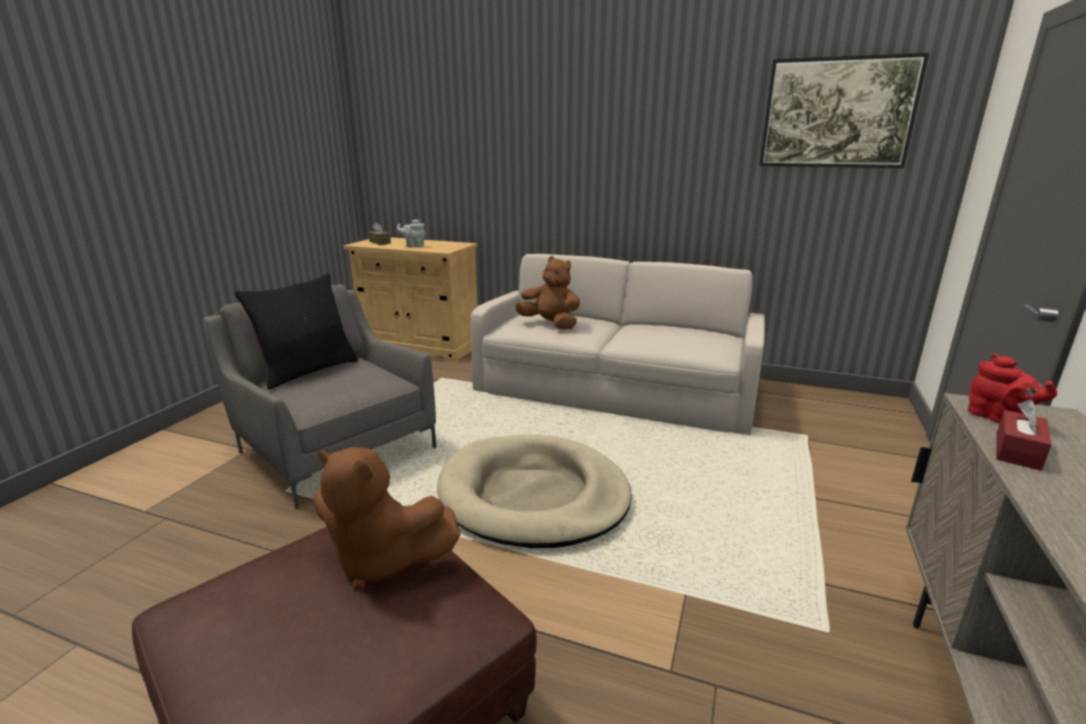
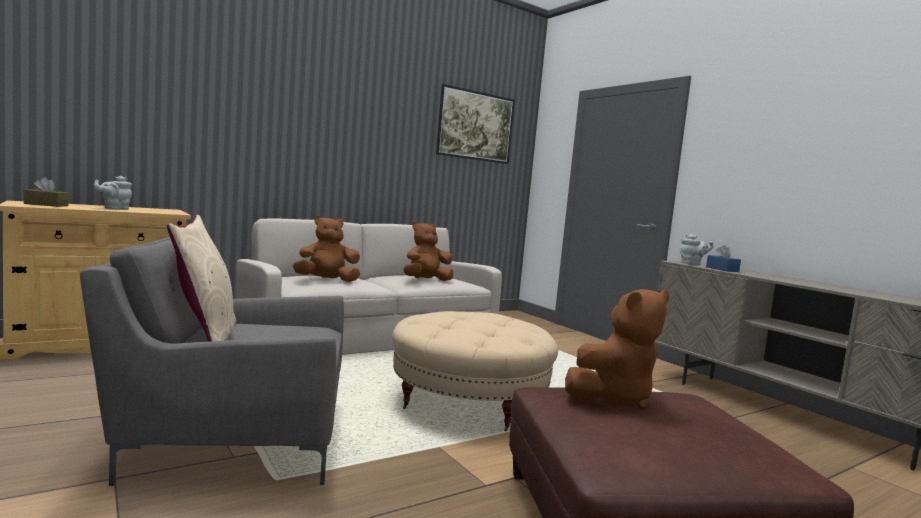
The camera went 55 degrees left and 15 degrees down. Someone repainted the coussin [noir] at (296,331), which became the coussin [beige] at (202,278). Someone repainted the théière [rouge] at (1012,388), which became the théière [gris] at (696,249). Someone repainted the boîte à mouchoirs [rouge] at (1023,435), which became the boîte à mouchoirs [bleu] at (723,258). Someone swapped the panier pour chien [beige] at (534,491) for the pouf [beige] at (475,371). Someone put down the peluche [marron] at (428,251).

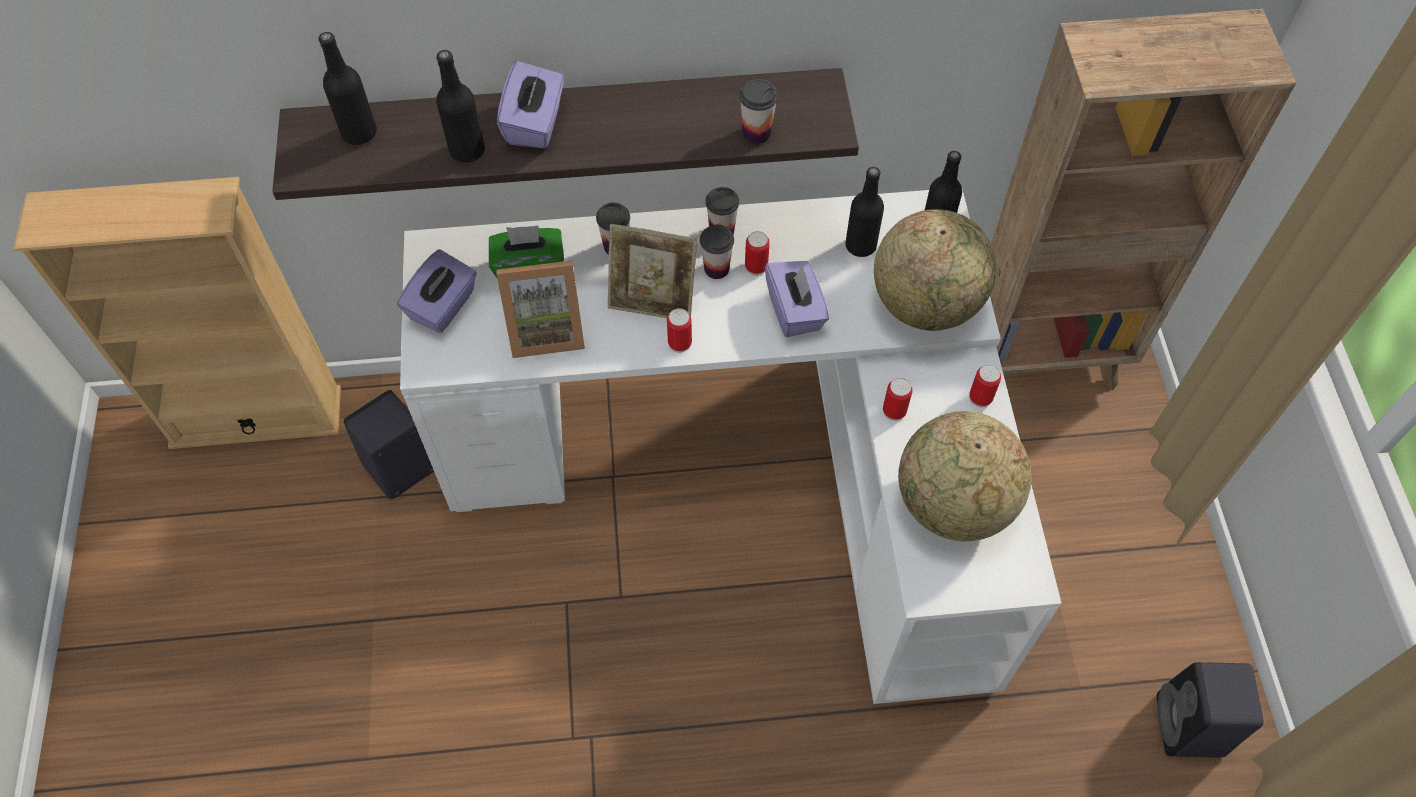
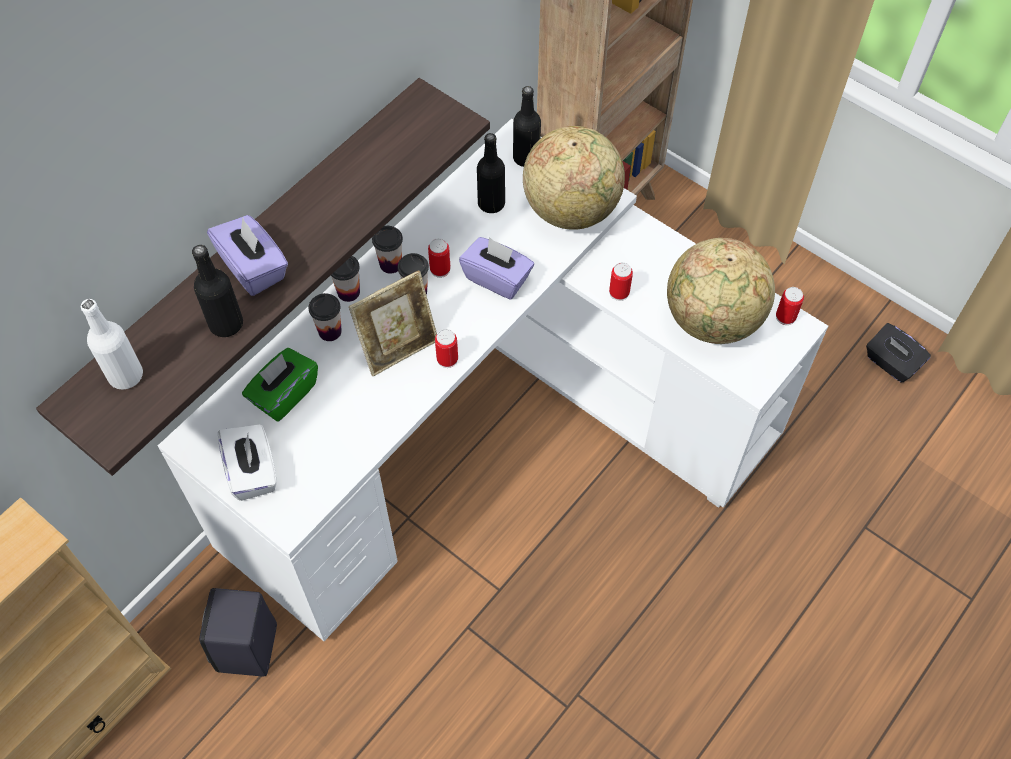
The camera went 45 degrees left and 0 degrees up. Someone repainted the bouteille [noir] at (348,88), which became the bouteille [blanc] at (112,344). Someone carried the tasse from (758,111) to (345,279). Someone repainted the boîte à mouchoirs [violet] at (437,291), which became the boîte à mouchoirs [blanc] at (247,462). Someone took away the cadre photo at (540,309). Someone carried the boîte métallique from (985,385) to (790,306). Someone swapped the enceinte [noir] at (1210,710) for the boîte à mouchoirs [noir] at (898,353).

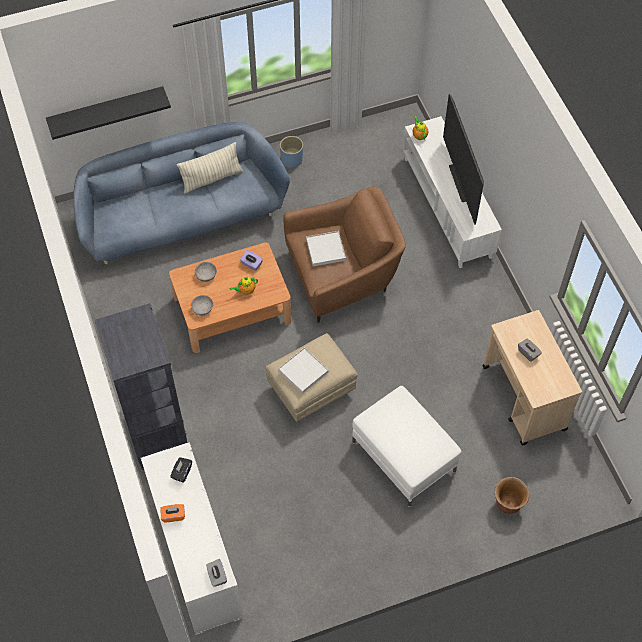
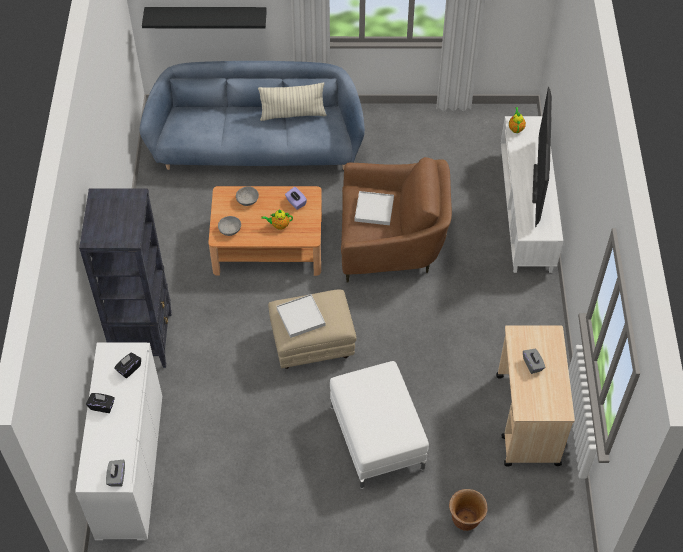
The camera went 20 degrees right and 5 degrees down. Someone took away the cache-pot [bleu] at (291,152). Someone repainted the boîte à mouchoirs [orange] at (172,513), which became the boîte à mouchoirs [noir] at (100,403).

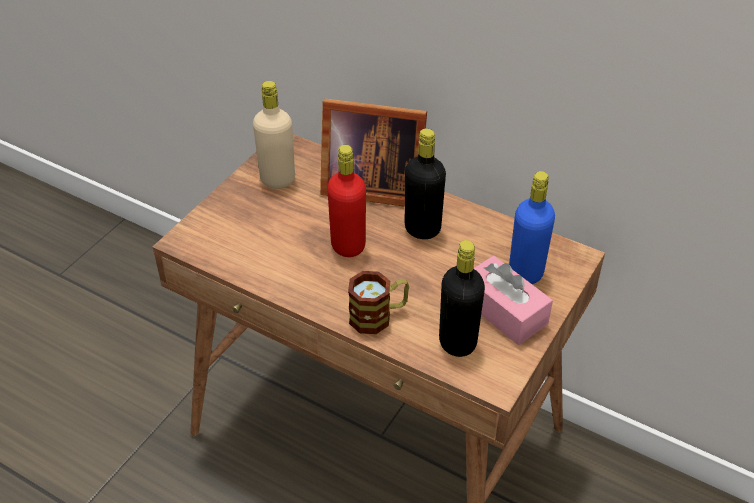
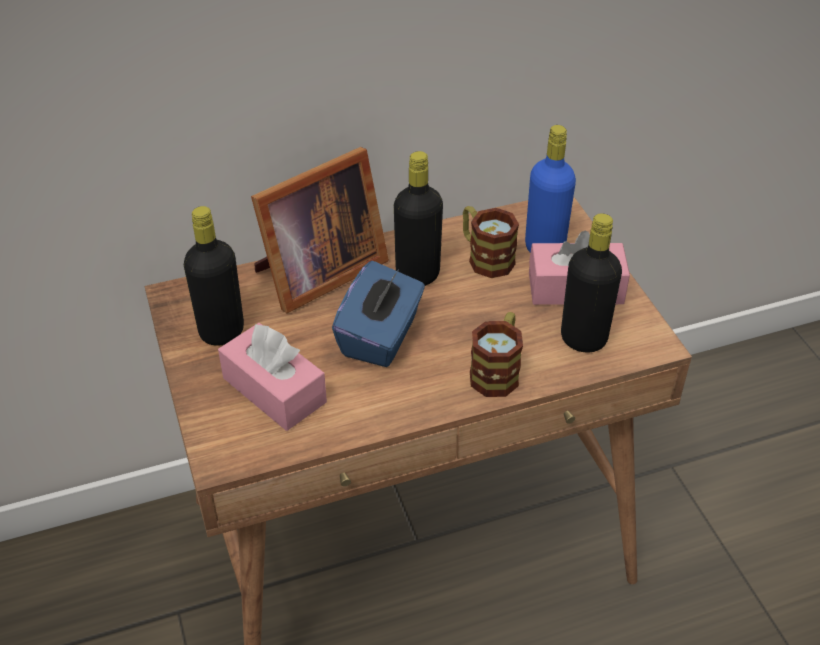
The camera went 50 degrees left and 0 degrees up. Someone repainted the bouteille [beige] at (274,135), which became the bouteille [noir] at (214,276). Someone swapped the bouteille [rouge] at (346,201) for the boîte à mouchoirs [bleu] at (378,314). Someone put down the mug at (491,242). Someone put down the boîte à mouchoirs [rose] at (272,377).

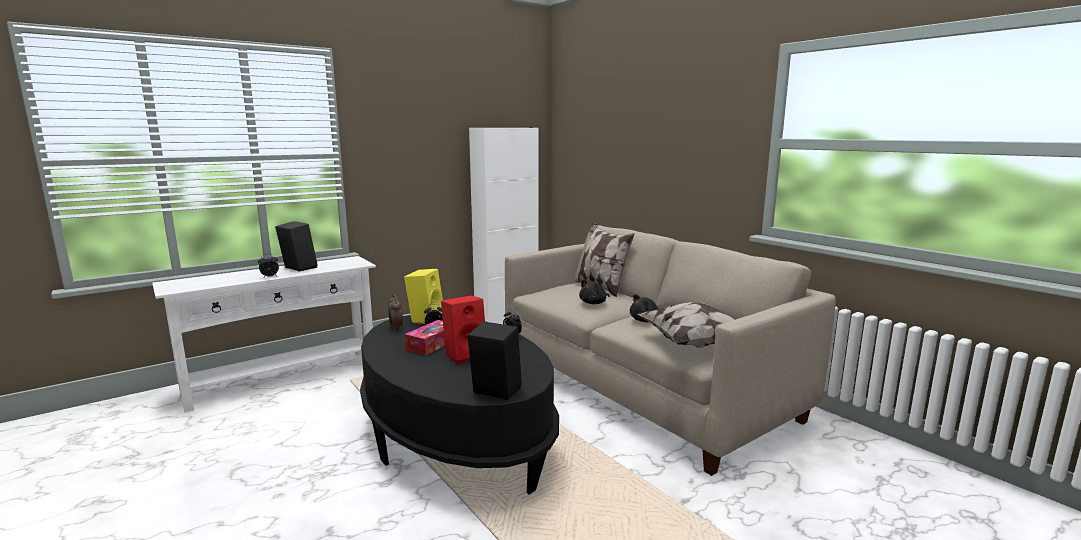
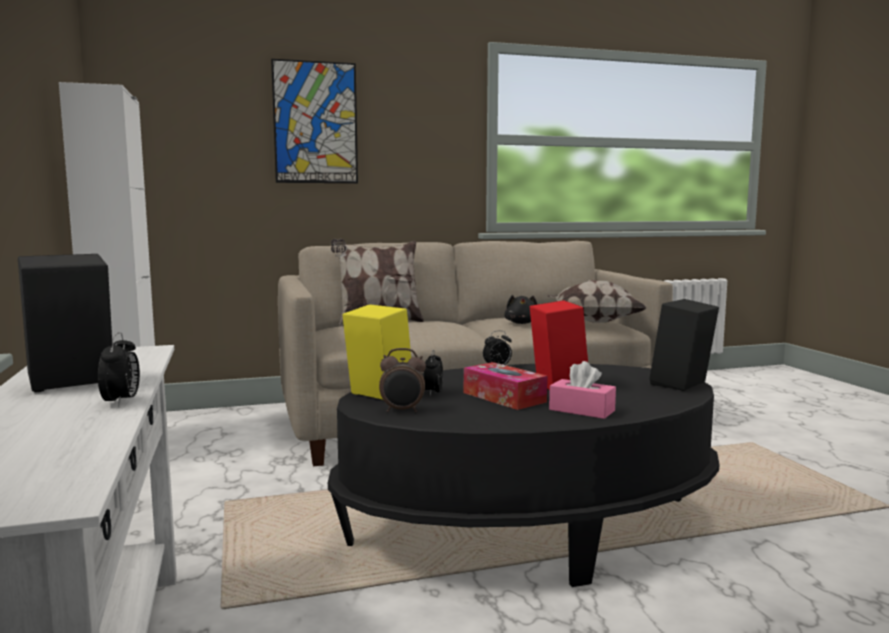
The camera went 70 degrees left and 5 degrees down. Someone took away the peluche [noir] at (594,292). Someone put up the tableau at (314,121). Someone put down the boîte à mouchoirs [rose] at (582,390).

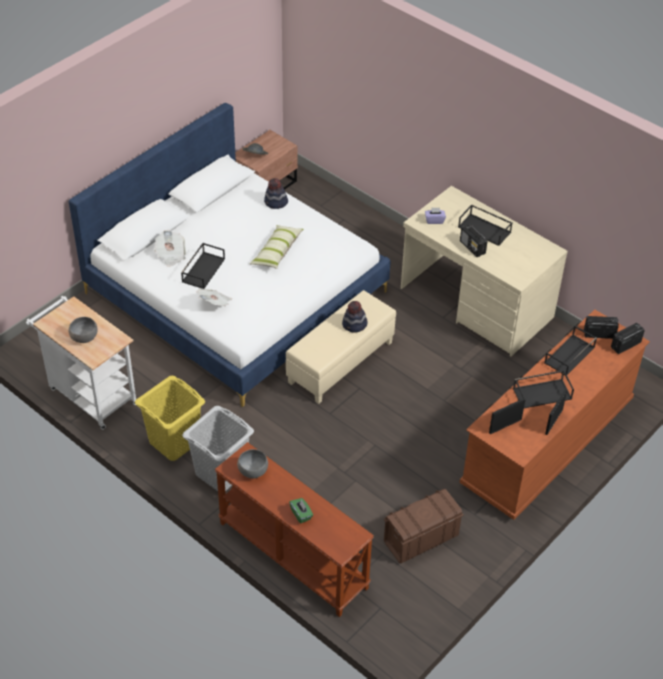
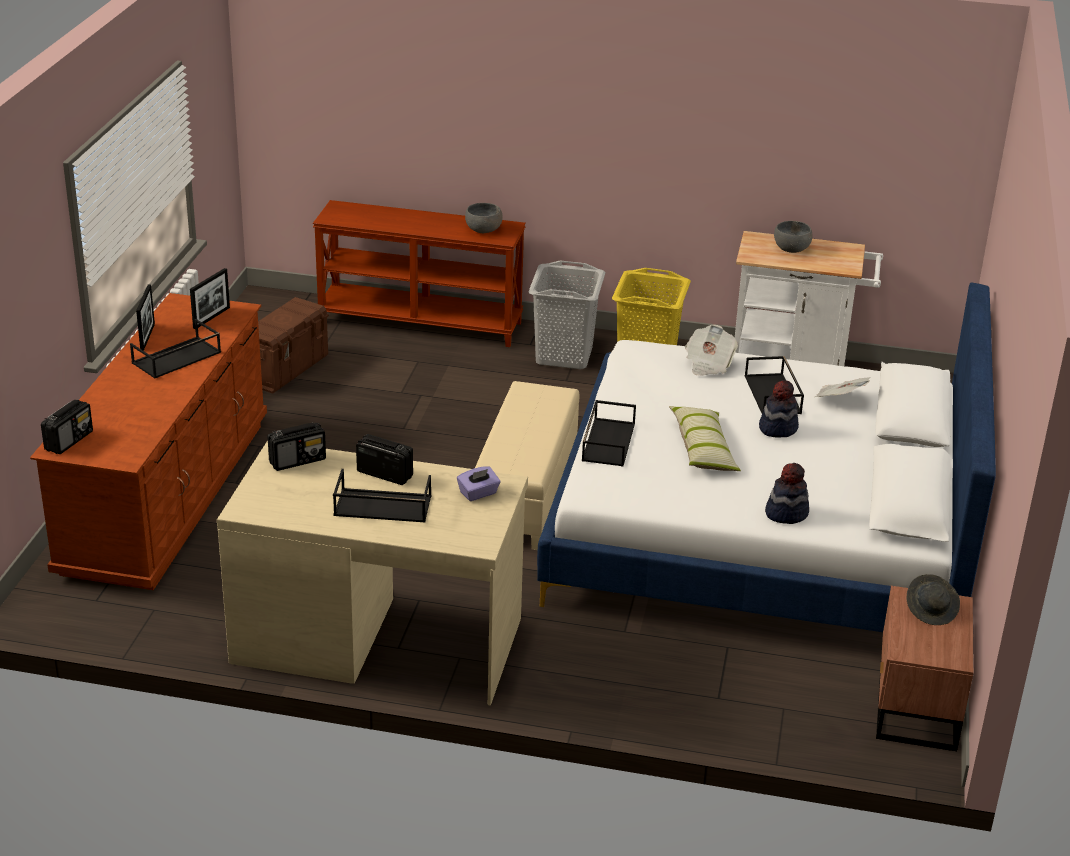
The camera went 150 degrees right and 15 degrees down. Someone carried the chapeau from (355,317) to (779,408). Someone carried the radio from (601,327) to (296,447). Someone carried the plateau [noir] from (570,350) to (609,433). Someone took away the boîte à mouchoirs [vert] at (301,511).

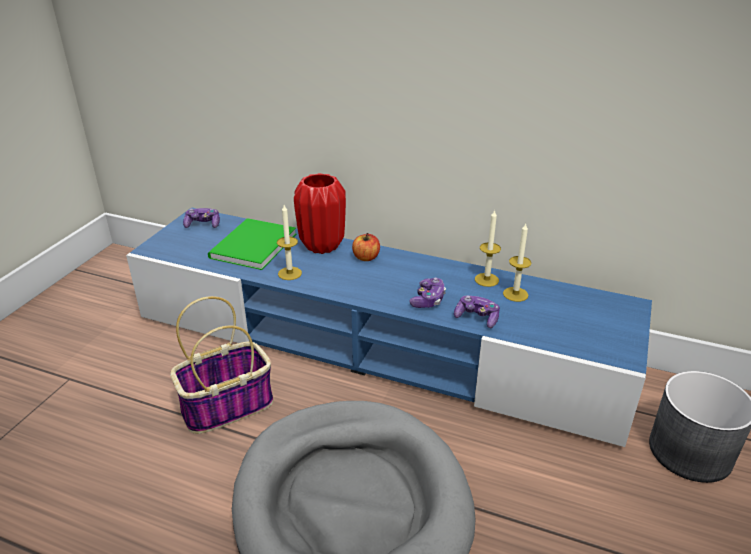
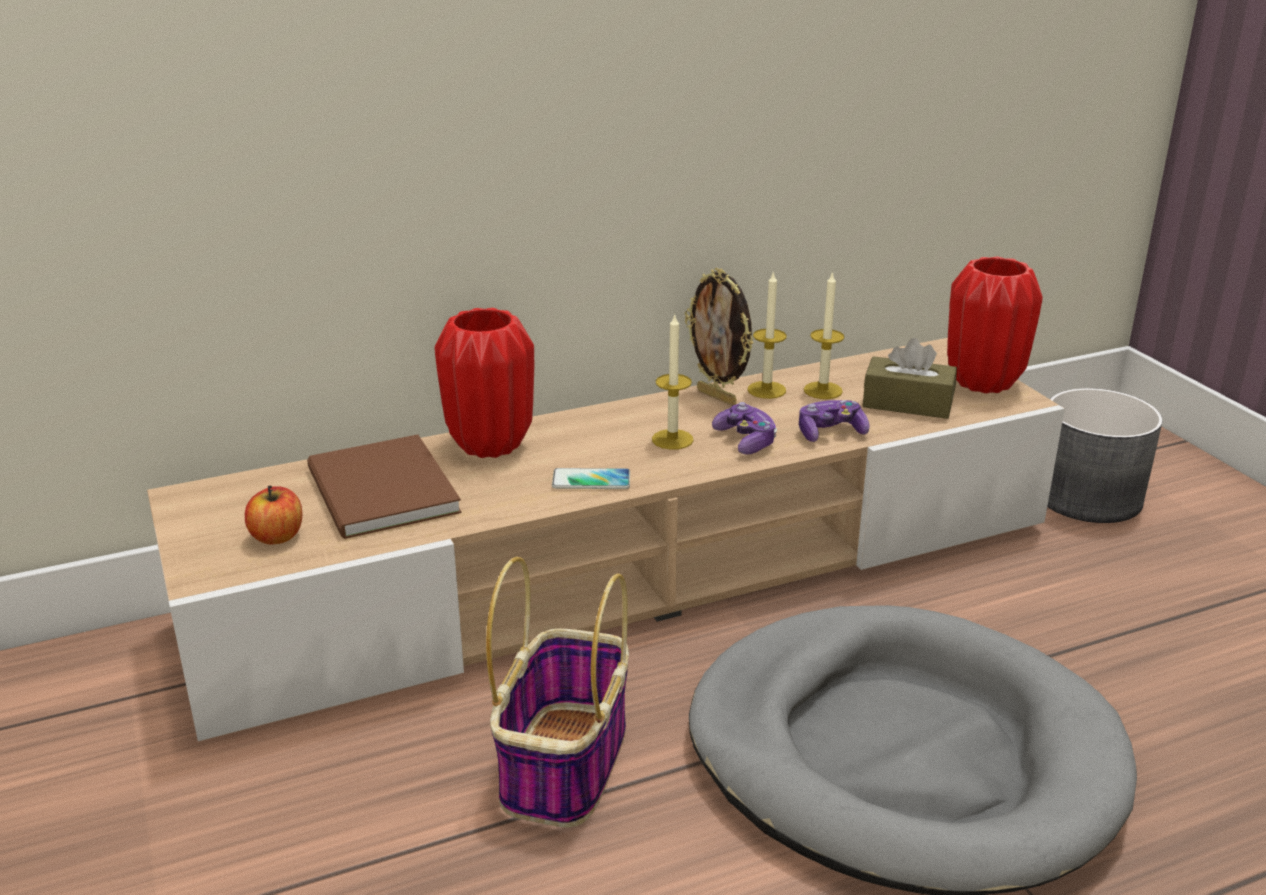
The camera went 45 degrees left and 5 degrees down. Someone carried the bougie from (289,242) to (673,382). Someone repainted the meuble télé [bleu] at (389,327), which became the meuble télé [beige] at (606,540). Someone took away the manette at (201,218). Someone repainted the livre [vert] at (252,244), which became the livre [marron] at (384,487). Someone carried the pomme from (366,247) to (273,515). Someone put down the vase [rouge] at (995,325). Someone put down the cadre photo at (719,337). Someone put down the boîte à mouchoirs [marron] at (910,378). Someone put down the téléphone at (591,478).

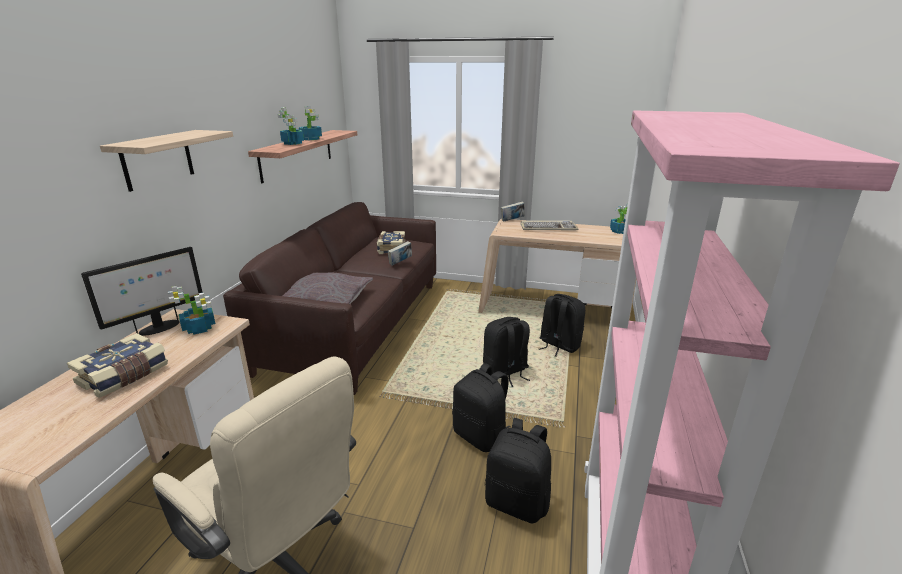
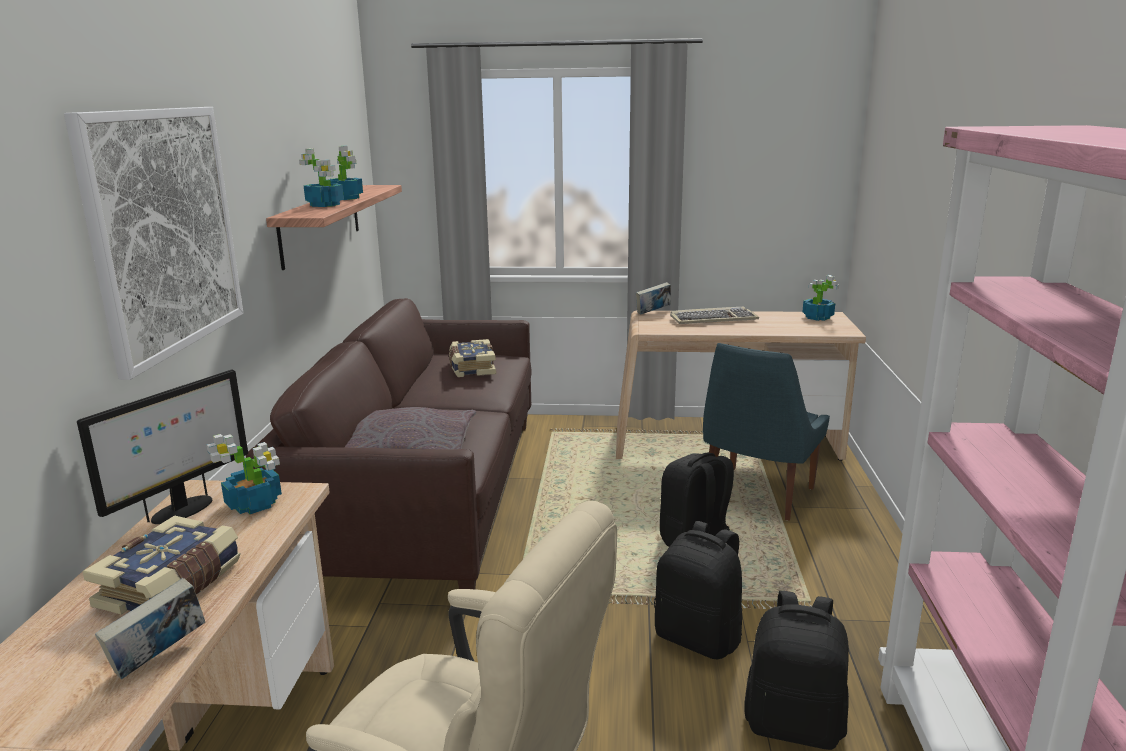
The camera went 10 degrees left and 5 degrees down. Someone swapped the étagère at (166,161) for the tableau at (154,243). Someone carried the livre from (400,253) to (150,628). Someone swapped the sac à dos [noir] at (562,325) for the chaise [bleu] at (766,432).

